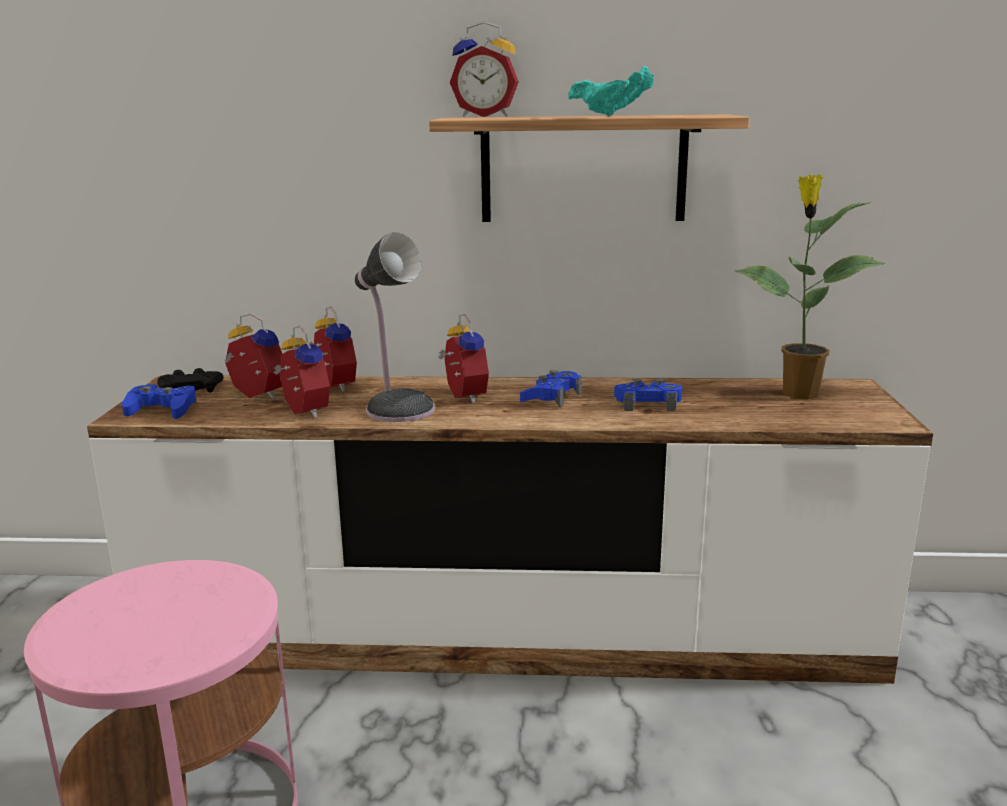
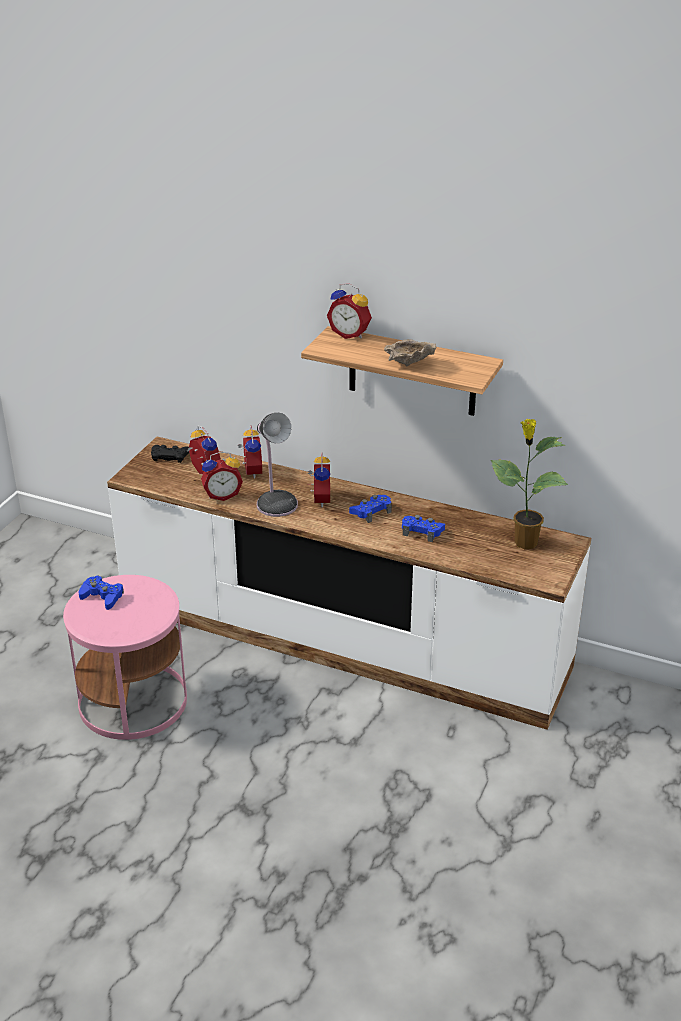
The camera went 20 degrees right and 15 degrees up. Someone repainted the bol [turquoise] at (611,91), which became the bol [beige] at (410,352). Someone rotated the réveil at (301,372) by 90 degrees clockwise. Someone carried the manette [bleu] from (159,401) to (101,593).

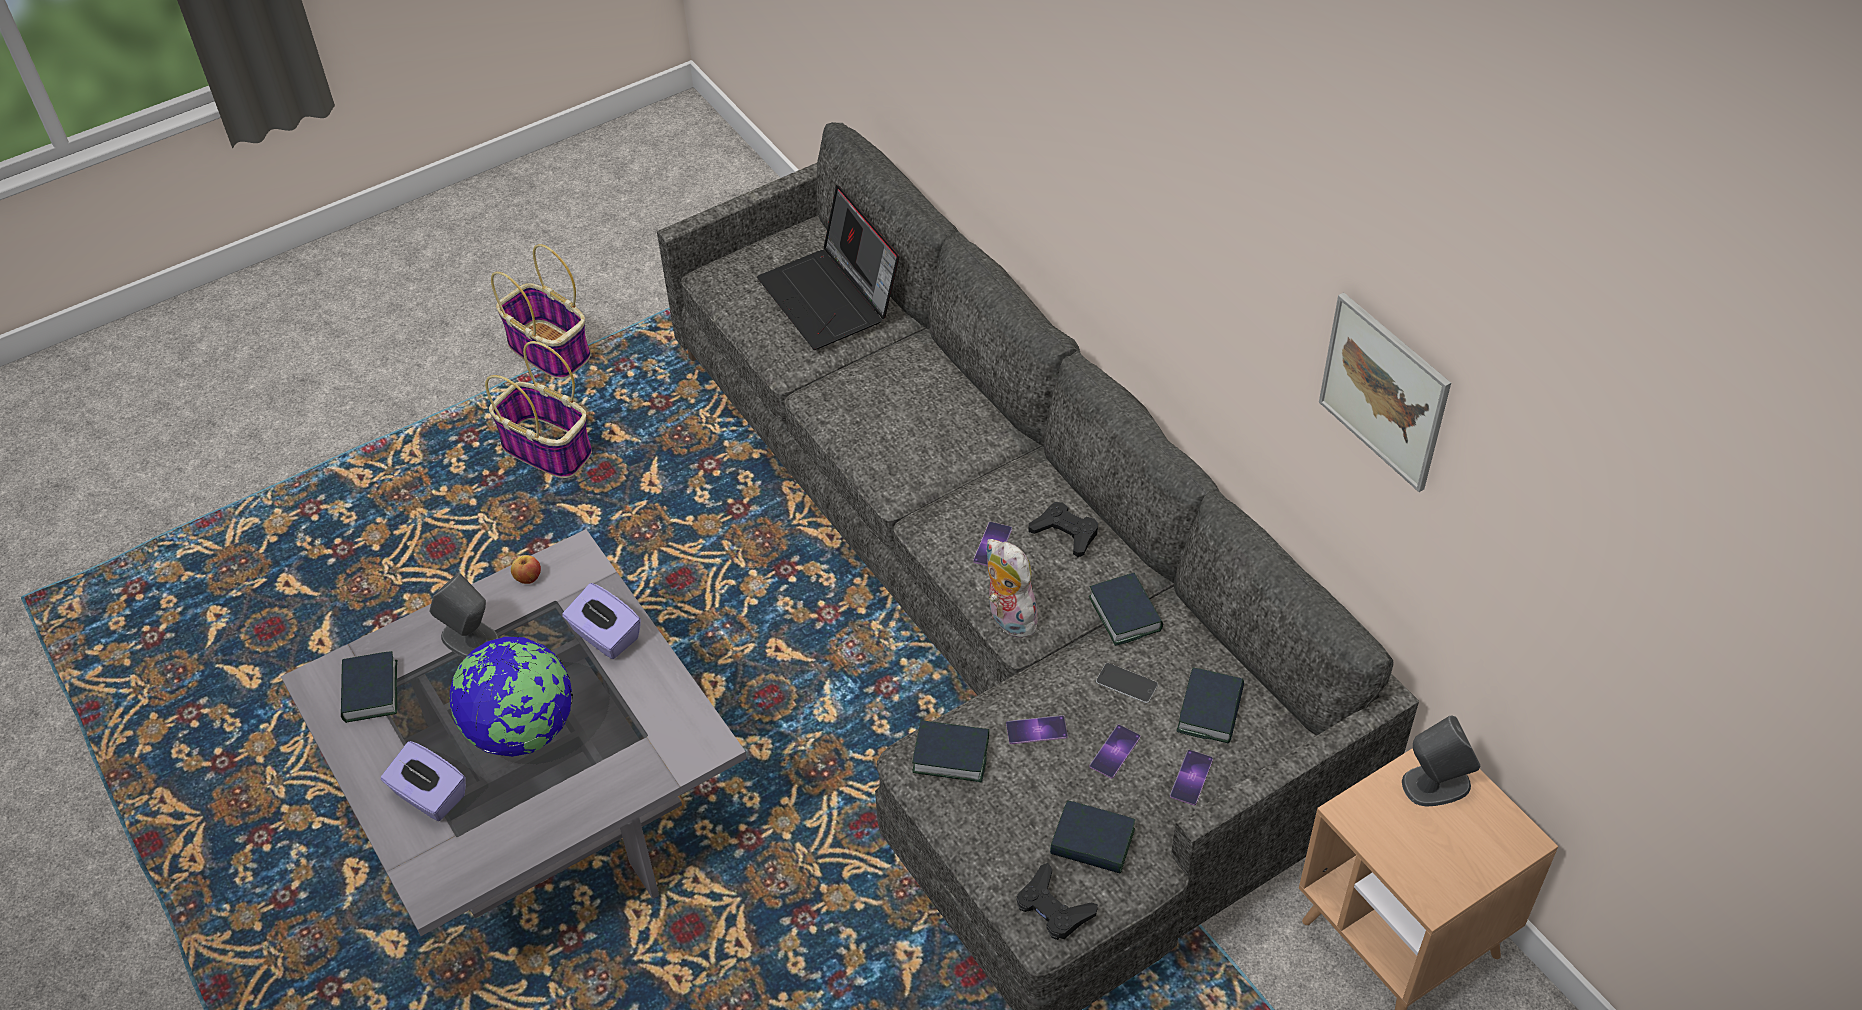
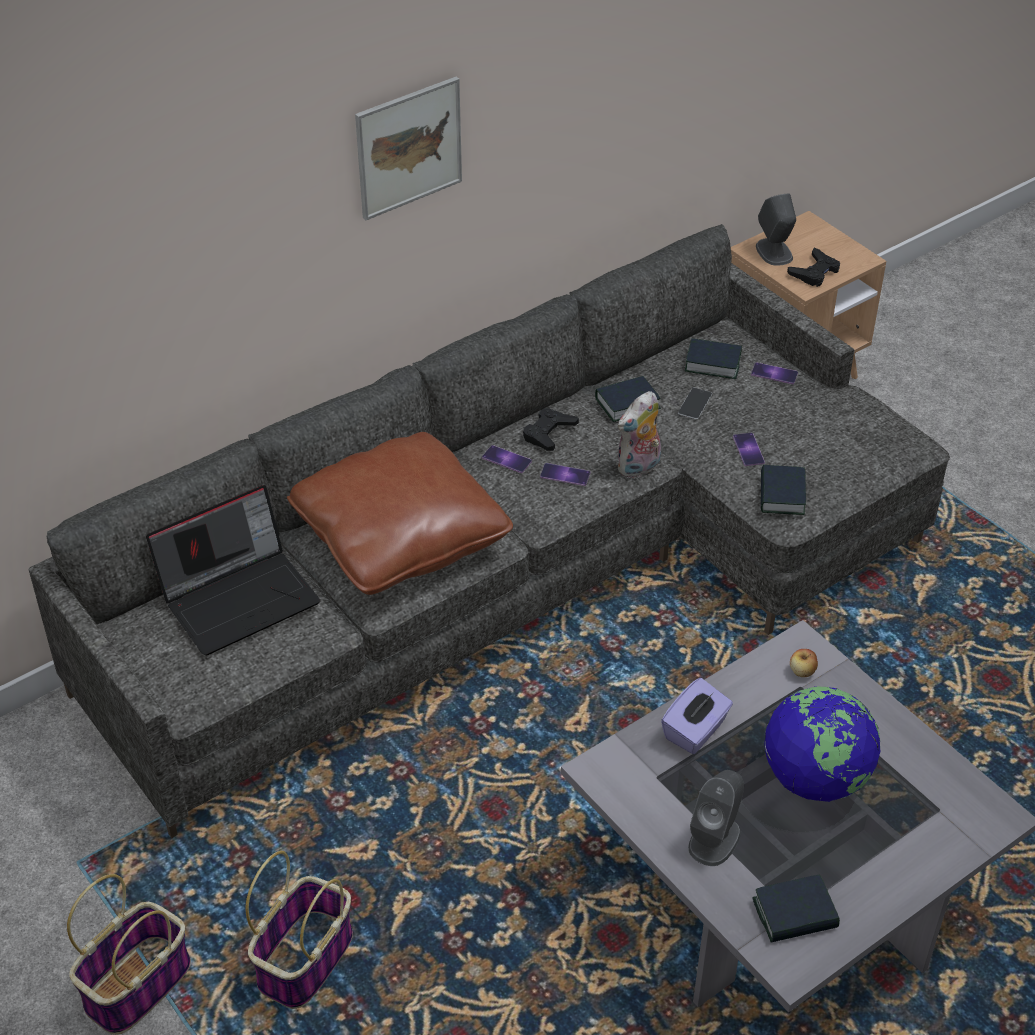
The camera went 95 degrees left and 5 degrees down. Someone carried the tableau from (1385,392) to (408,148). Someone carried the pomme from (526,569) to (804,663). Someone carried the téléphone from (1115,751) to (507,459). Someone took away the boîte à mouchoirs [violet] at (423,781). Someone took away the livre at (1092,837). Someone carried the manette [noir] from (1057,901) to (813,267). Someone put down the coussin [marron] at (400,513).

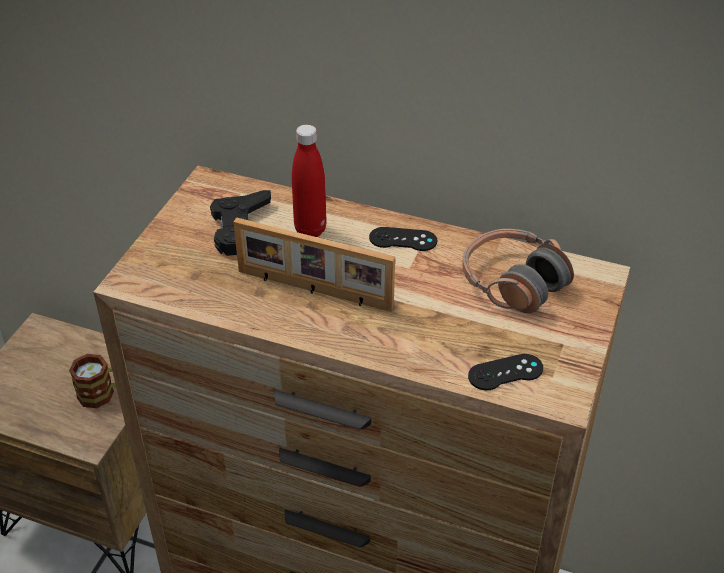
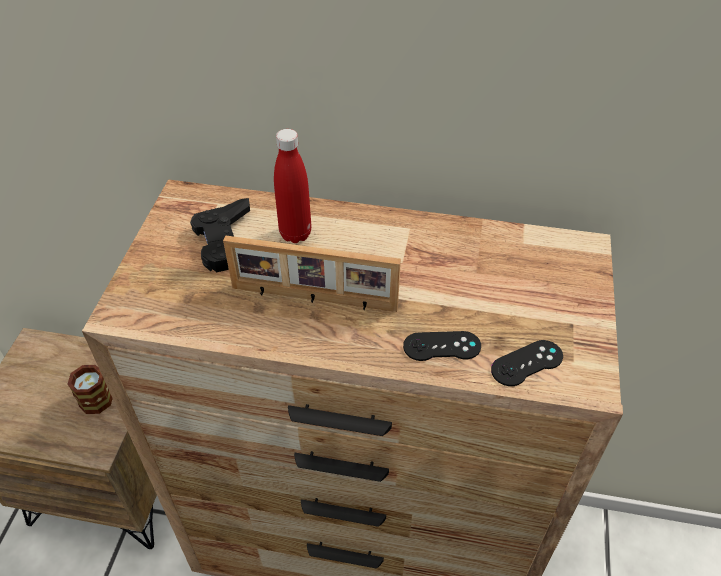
The camera went 10 degrees left and 5 degrees up. Someone carried the manette [noir] from (403,239) to (442,346). Someone took away the casque audio at (518,271).

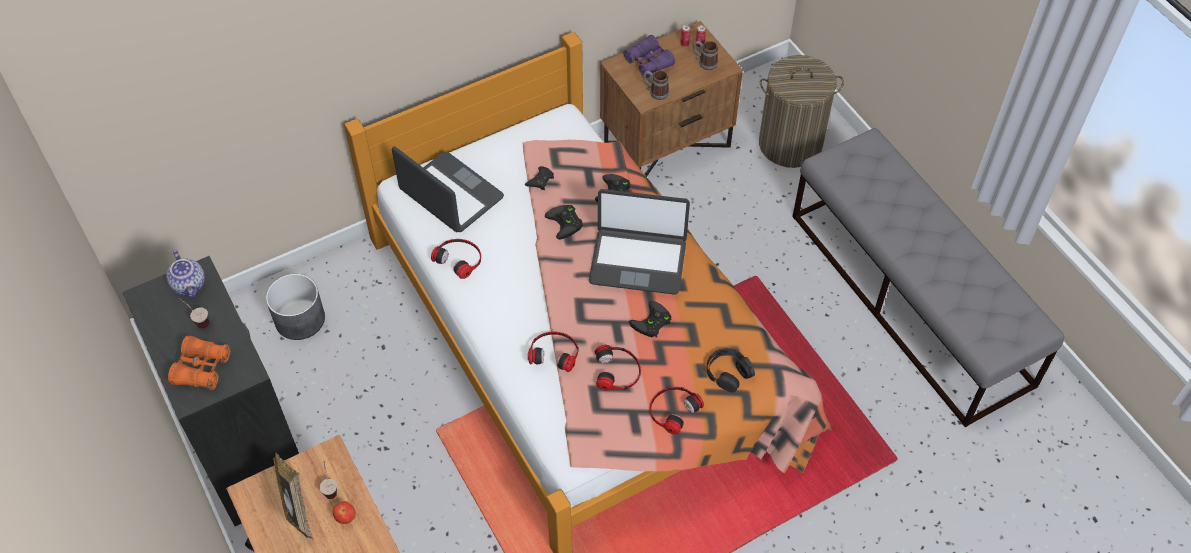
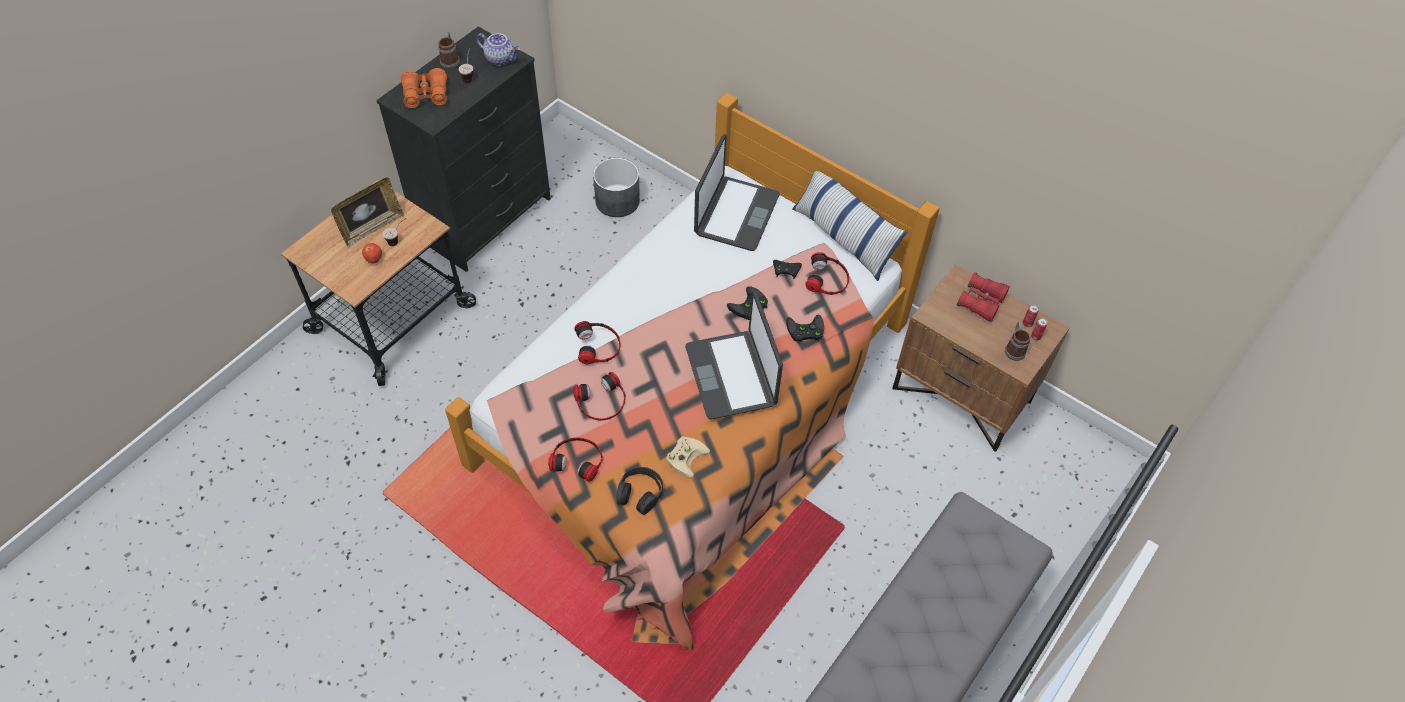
The camera went 65 degrees right and 0 degrees up. Someone repainted the jumelles [violet] at (649,56), which became the jumelles [rouge] at (983,297). Someone took away the panier à linge at (801,111). Someone carried the mug from (656,85) to (449,50). Someone carried the casque audio from (456,259) to (827,273). Someone rotated the théière at (185,273) by 105 degrees counterclockwise. Someone took away the manette [noir] at (650,319). Someone put down the coussin at (849,226). Someone put down the manette [beige] at (688,457).

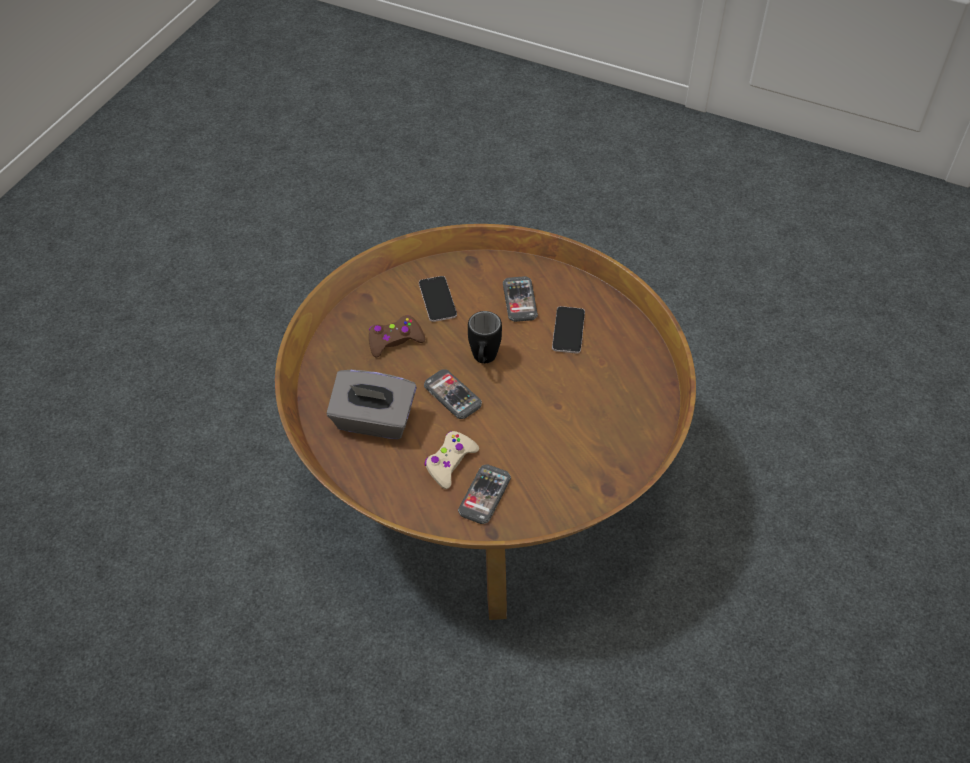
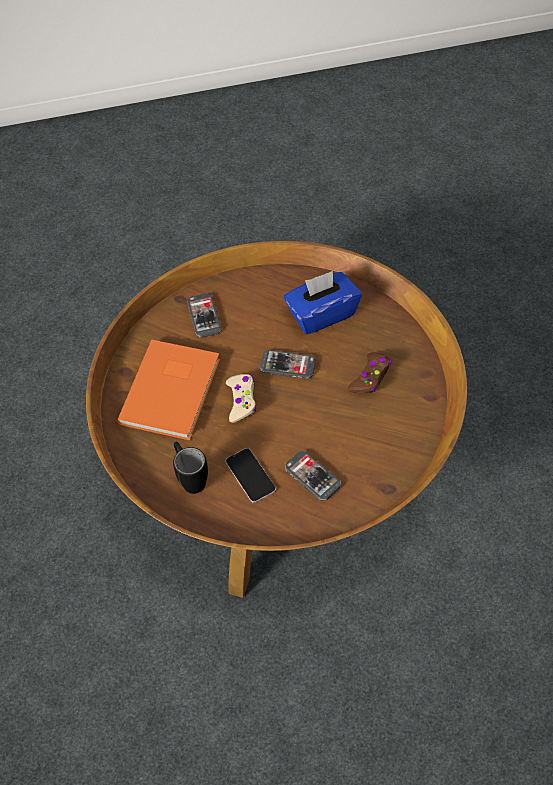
The camera went 145 degrees right and 5 degrees up. Someone took away the téléphone at (438,299). Someone carried the mug [noir] from (485,337) to (190,468). Someone repainted the boîte à mouchoirs [gris] at (372,405), which became the boîte à mouchoirs [bleu] at (323,303). Someone carried the manette [beige] from (451,460) to (241,398). Someone put down the livre [orange] at (168,389).

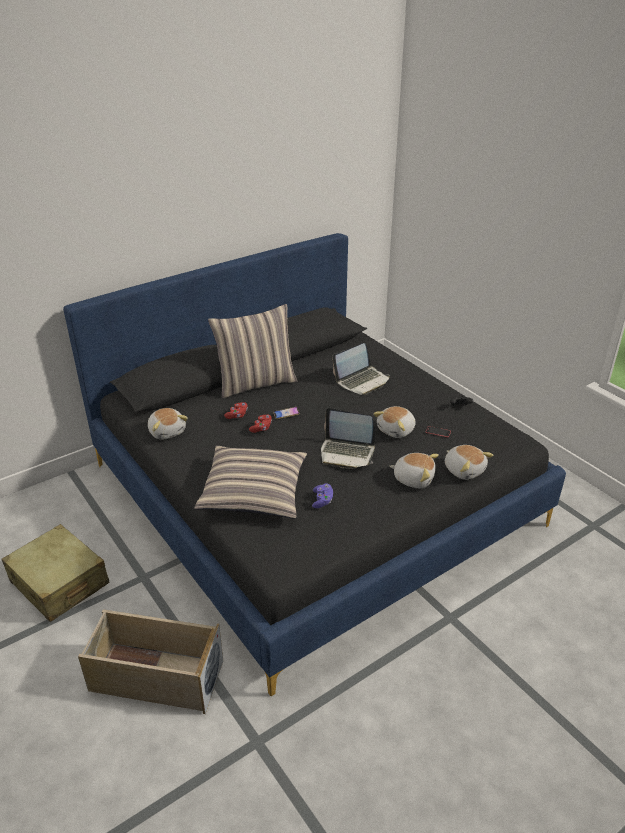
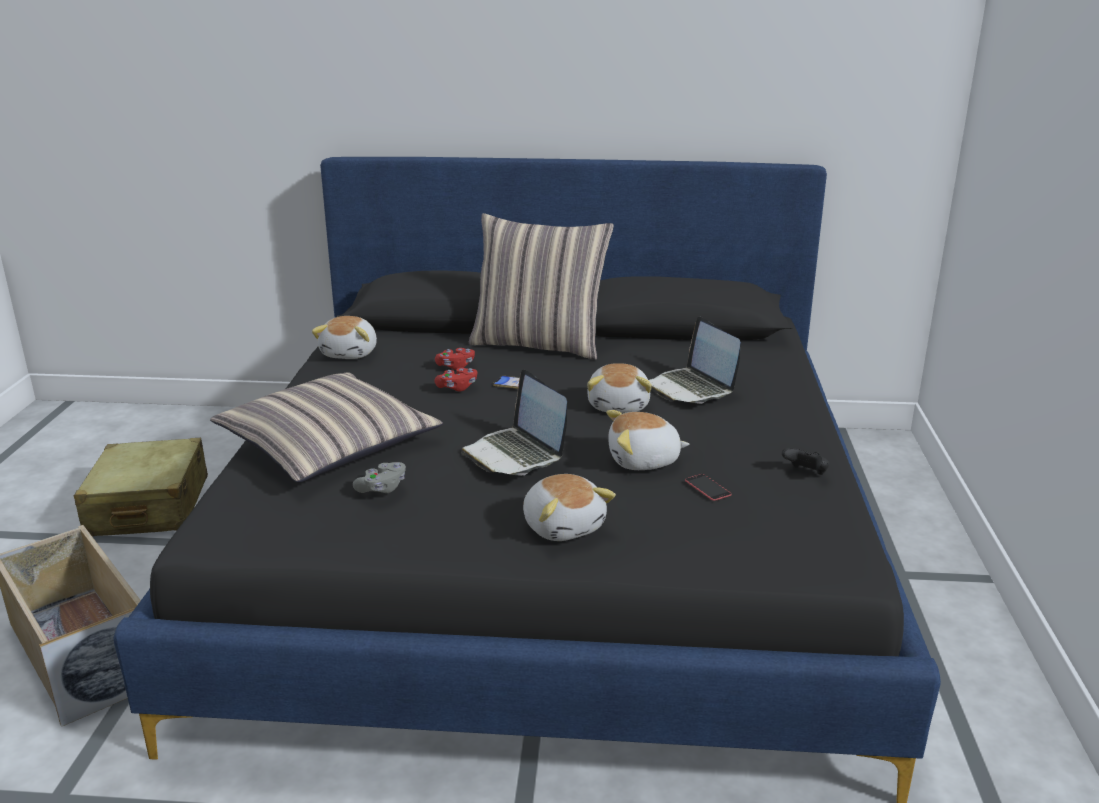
The camera went 40 degrees right and 10 degrees down. Someone rotated the ordinateur portable at (361,369) by 60 degrees clockwise. Someone carried the peluche from (469,462) to (619,388). Someone repainted the manette [violet] at (322,496), which became the manette [gris] at (379,477).

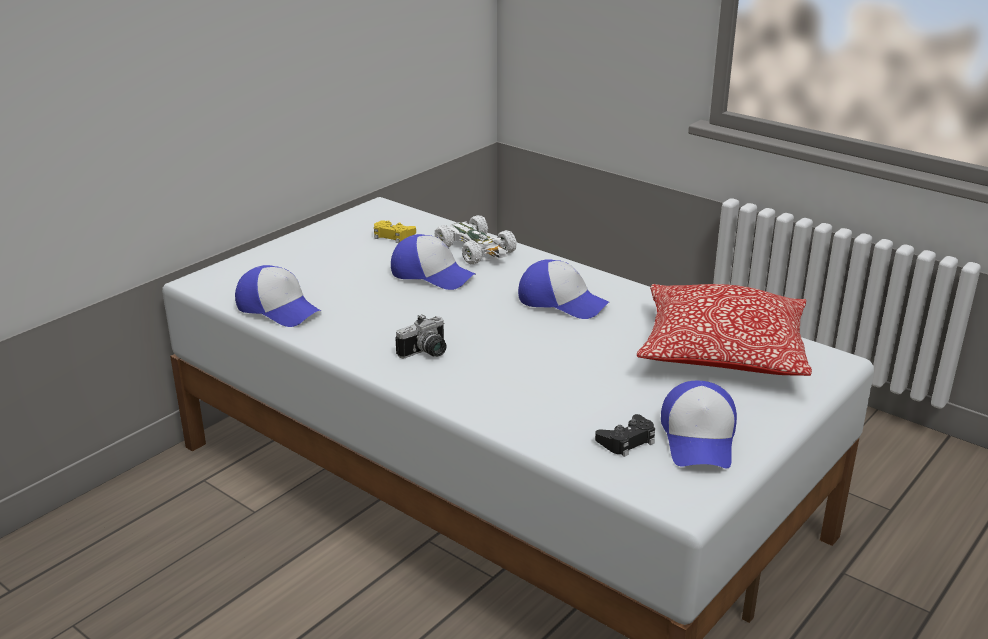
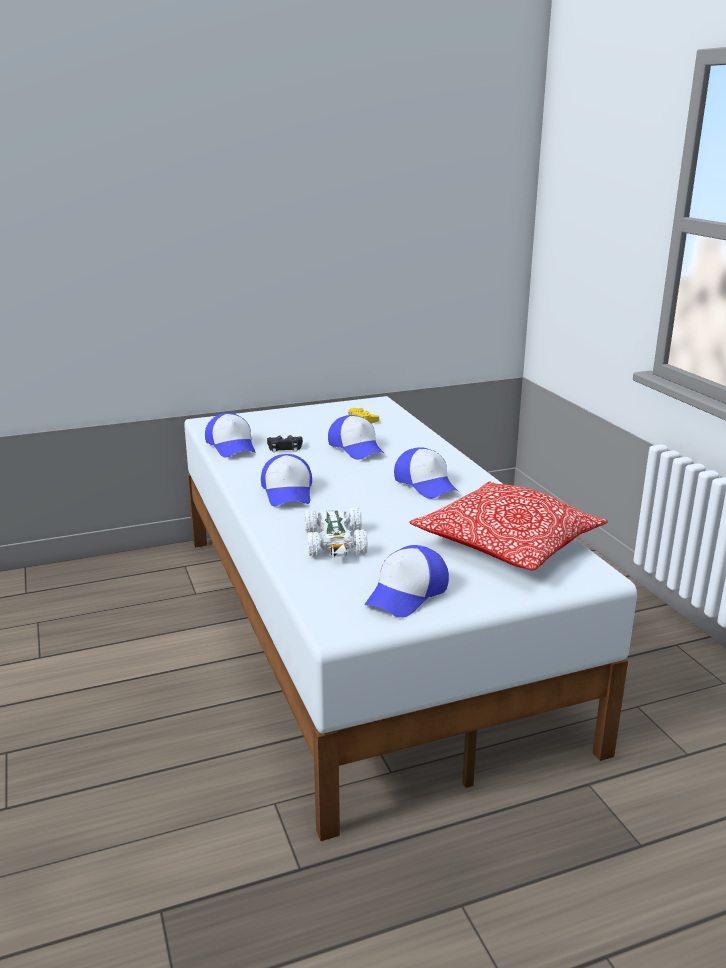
The camera went 30 degrees right and 5 degrees down. Someone carried the petite voiture [blanc] from (476,240) to (336,532). Someone swapped the appareil photo at (420,336) for the casquette at (286,480). Someone carried the manette [noir] from (625,435) to (285,443).

